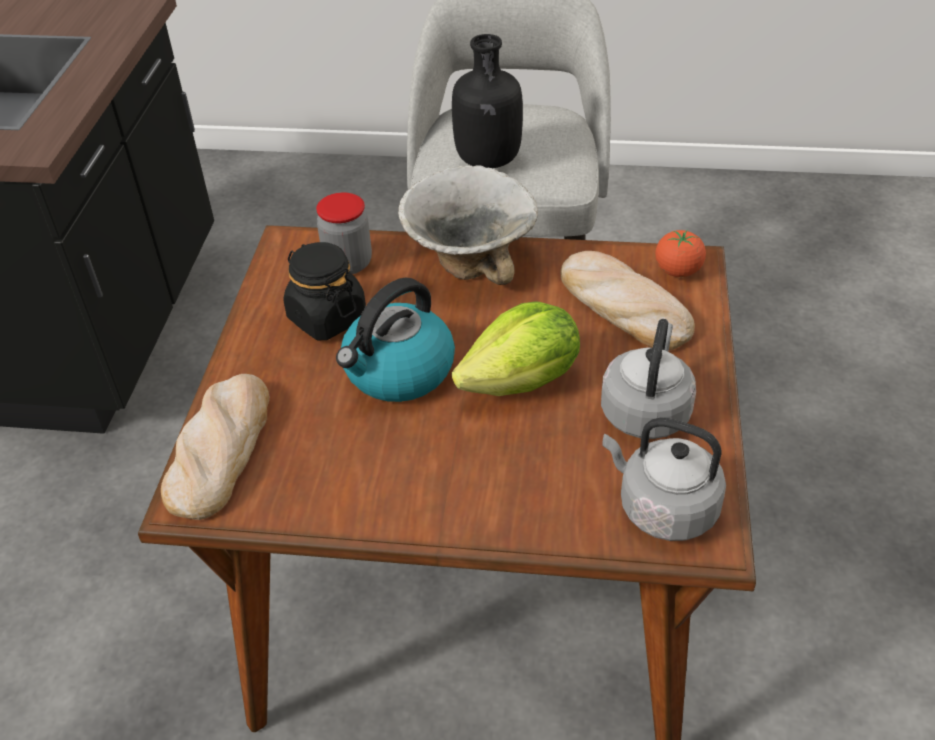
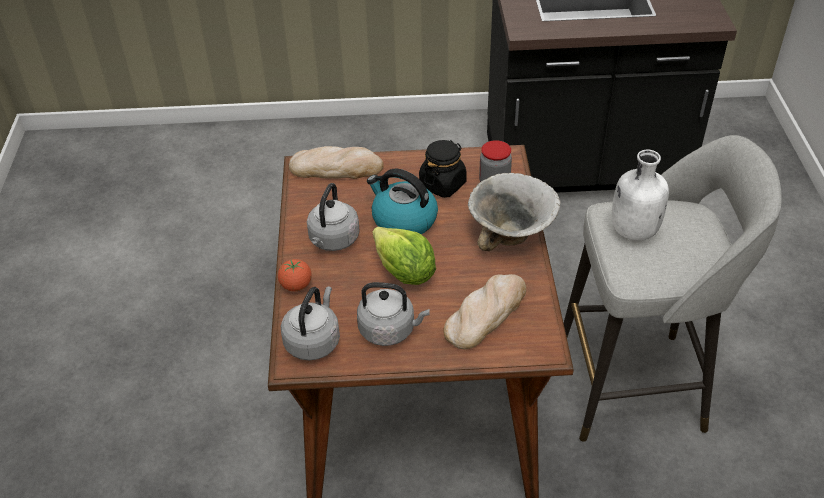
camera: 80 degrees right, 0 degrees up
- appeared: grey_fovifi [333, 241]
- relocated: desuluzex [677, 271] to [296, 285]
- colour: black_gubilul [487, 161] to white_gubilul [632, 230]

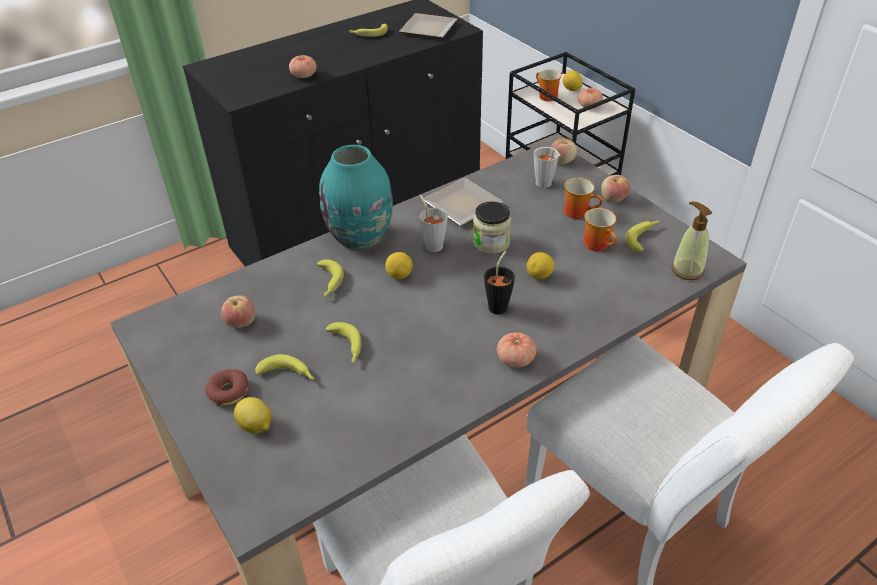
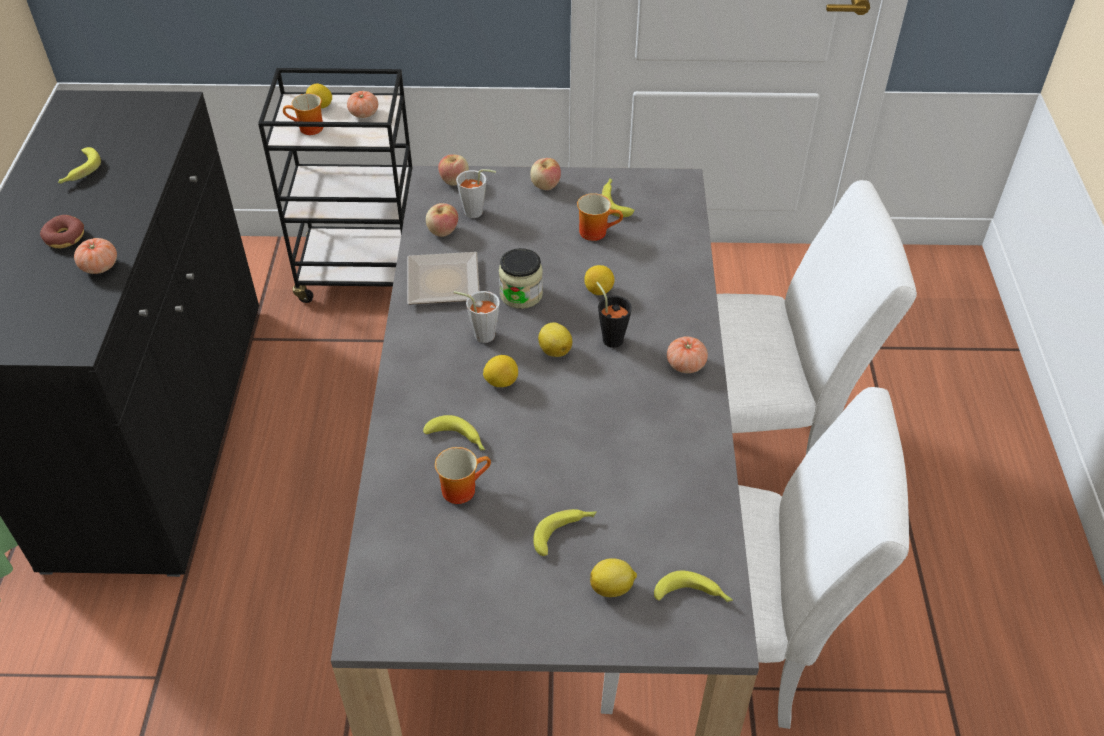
camera: 55 degrees left, 5 degrees up
- missing: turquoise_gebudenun [361, 238]
- missing: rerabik [426, 29]
- missing: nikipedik [687, 270]
- appeared: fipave [554, 350]
- relocated: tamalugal [228, 392] to [65, 237]
- relocated: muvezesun [241, 322] to [442, 231]
- relocated: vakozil [346, 347] to [693, 596]
- relocated: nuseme [579, 212] to [461, 487]

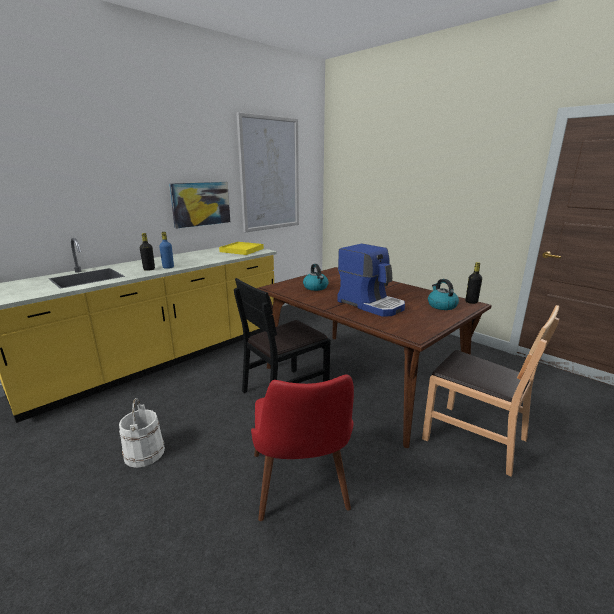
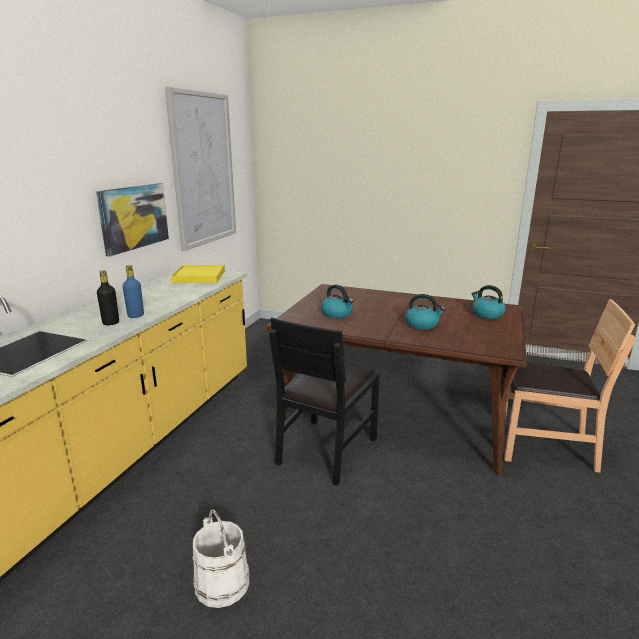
camera: 25 degrees left, 0 degrees up
- missing: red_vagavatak [302, 491]
- missing: black_gubilul [471, 302]
- exchanged: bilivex [371, 304] to fovifi [422, 324]

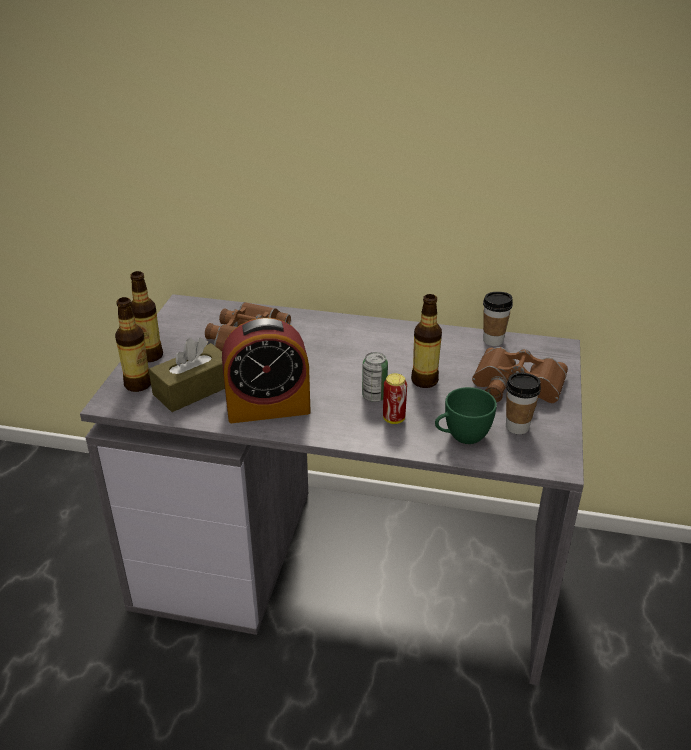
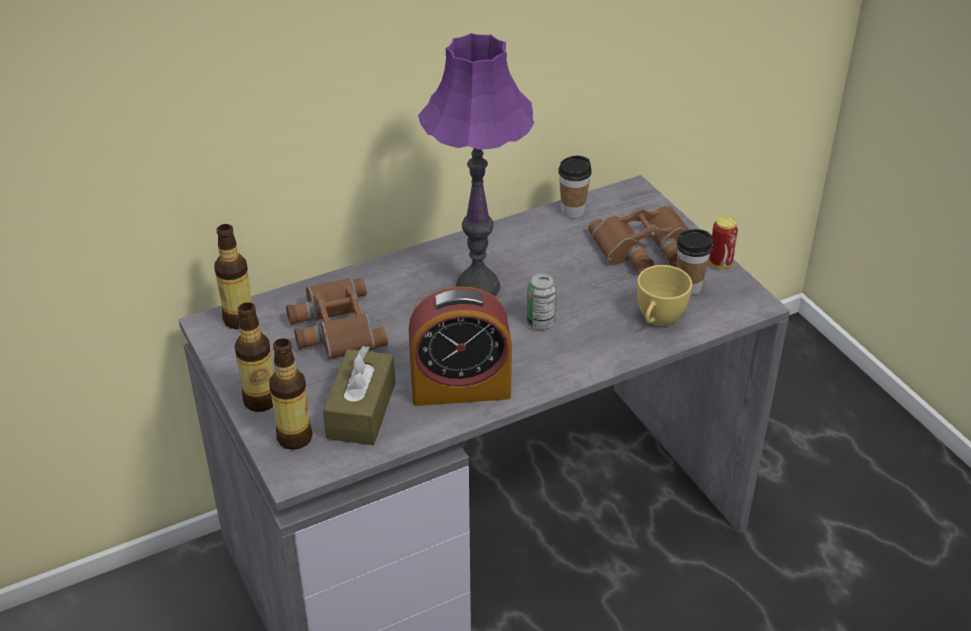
camera: 40 degrees left, 5 degrees up
- appeared: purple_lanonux [477, 287]
- relocated: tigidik [394, 419] to [720, 263]
- relocated: gubilul [424, 381] to [239, 320]
- colour: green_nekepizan [461, 437] to yellow_nekepizan [658, 320]
- spun: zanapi [268, 408] = [460, 388] 45 degrees clockwise

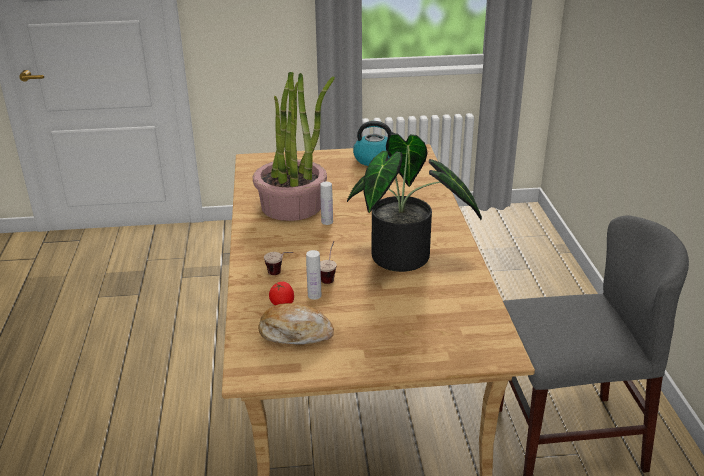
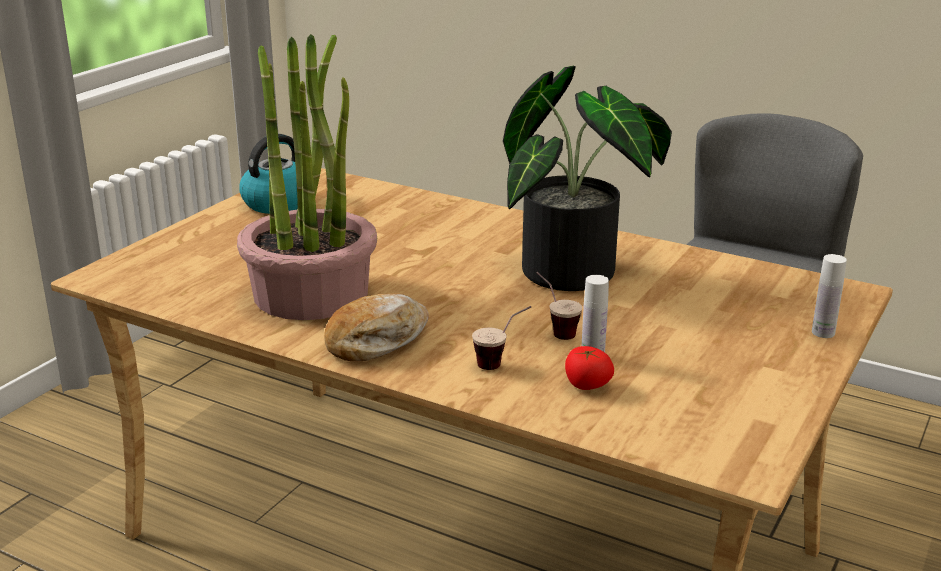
camera: 55 degrees left, 5 degrees down
- relocated: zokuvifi [295, 333] to [376, 341]
- relocated: white_gubilul [327, 222] to [823, 332]

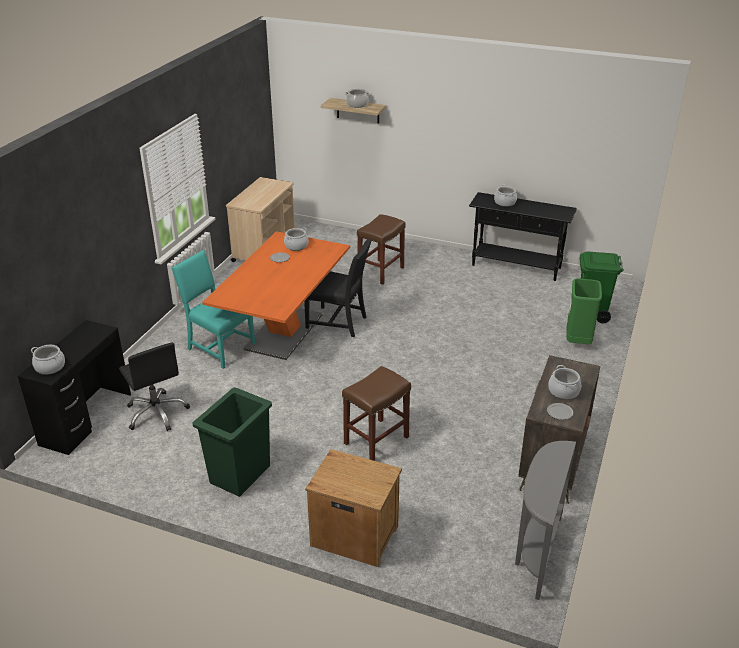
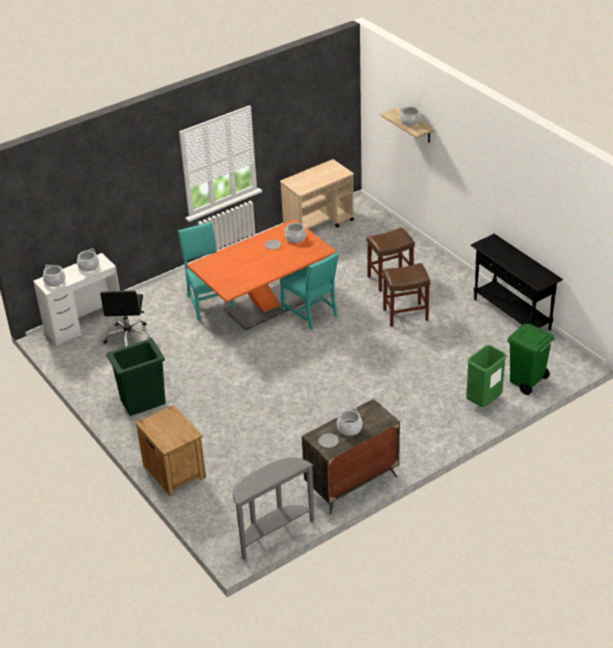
camera: 35 degrees right, 5 degrees up
- relocated: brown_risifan [376, 439] to [406, 314]
- relocated: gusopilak [504, 203] to [88, 266]
- colour: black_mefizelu [86, 419] to white_mefizelu [84, 324]
- colour: black_vagavatak [338, 323] to turquoise_vagavatak [312, 313]

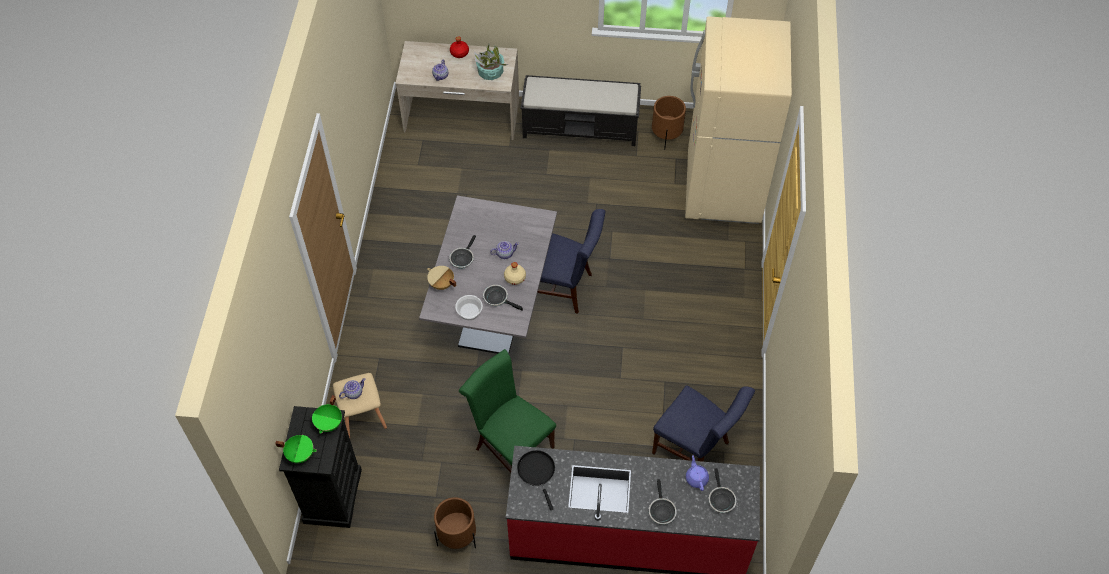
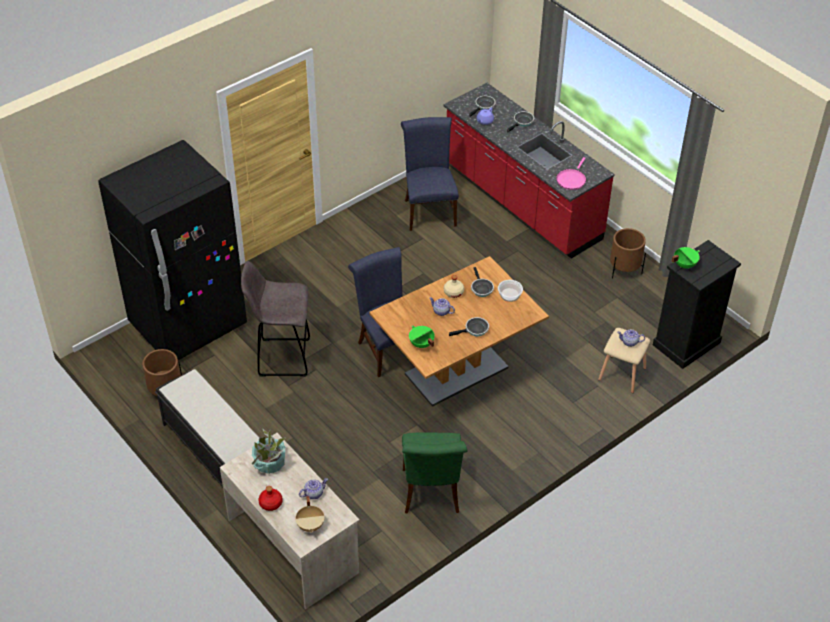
camera: 135 degrees left, 10 degrees down
- appeared: grey_risifan [282, 357]
- relocated: green_gusopilak [300, 454] to [421, 344]
- relocated: beige_gusopilak [441, 284] to [311, 525]
- relocated: green_vagavatak [510, 445] to [431, 494]
- colour: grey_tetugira [493, 311] to brown_tetugira [456, 371]
- colour: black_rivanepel [537, 472] to pink_rivanepel [571, 179]
- colour: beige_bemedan [723, 188] to black_bemedan [188, 325]

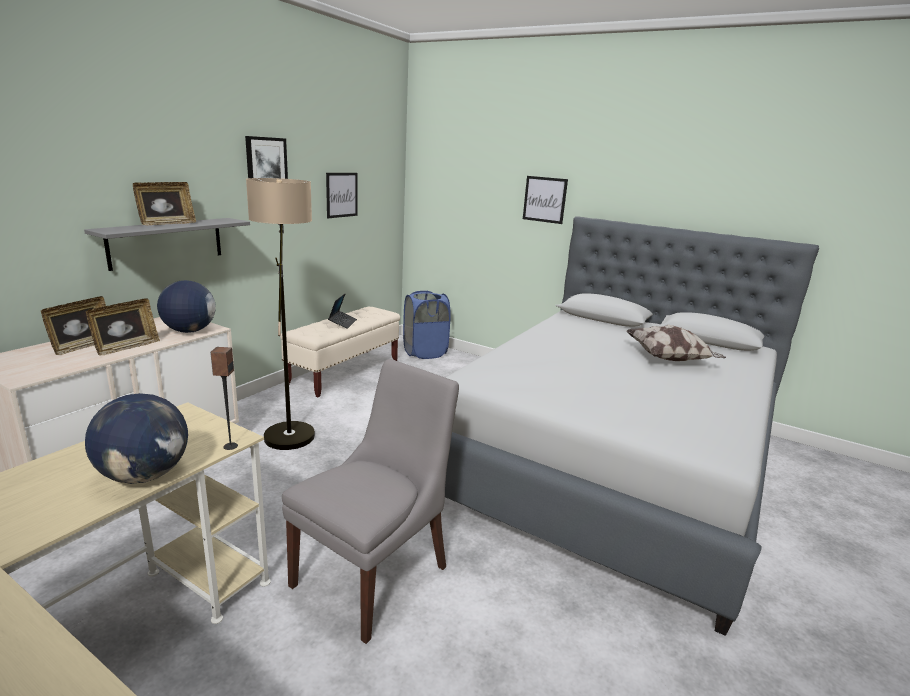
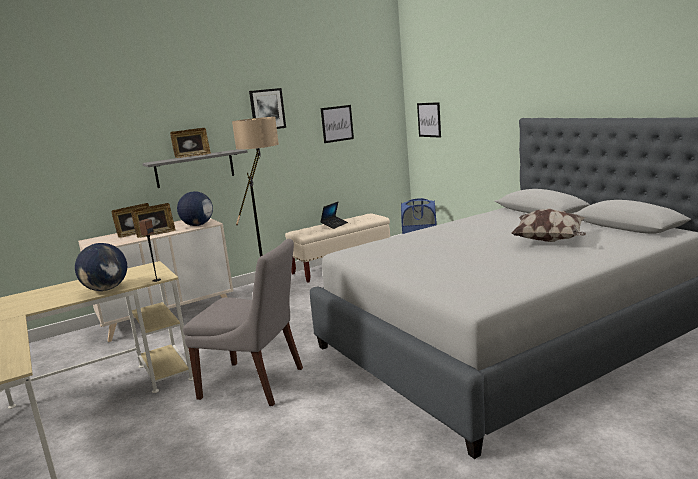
camera: 30 degrees right, 5 degrees down
- relocated: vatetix [544, 199] to [429, 119]
- spun: grey_vagavatak [374, 573] = [255, 383] 45 degrees clockwise

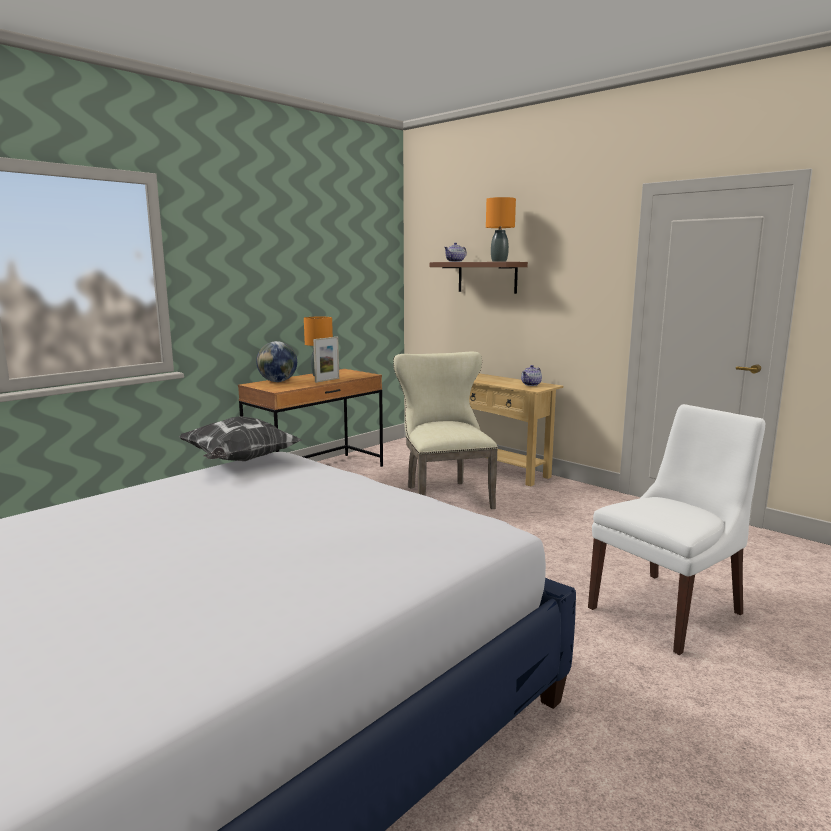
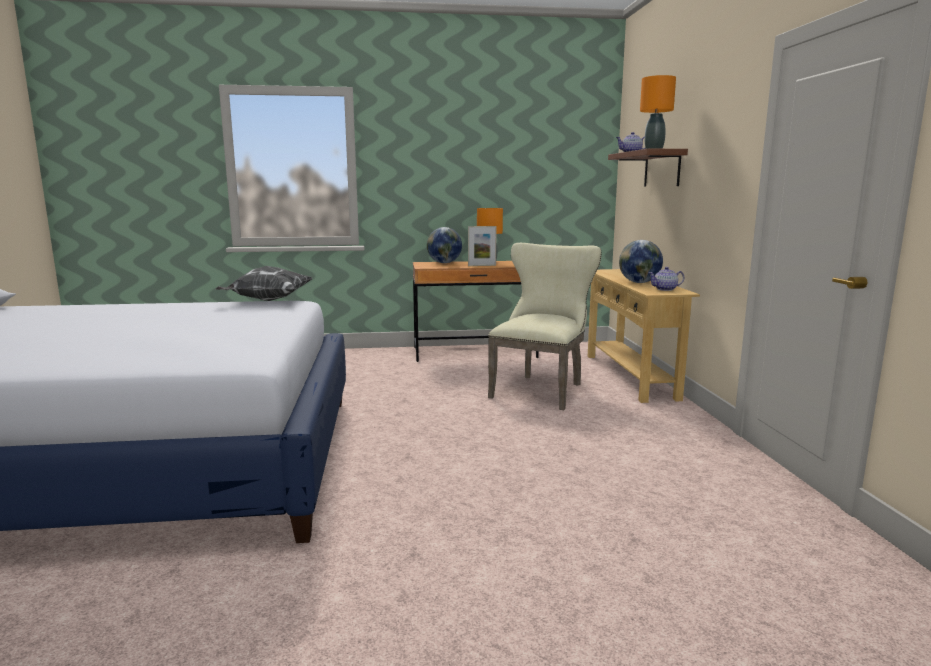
camera: 40 degrees right, 0 degrees up
- missing: white_vagavatak [668, 609]
- appeared: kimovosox [639, 282]

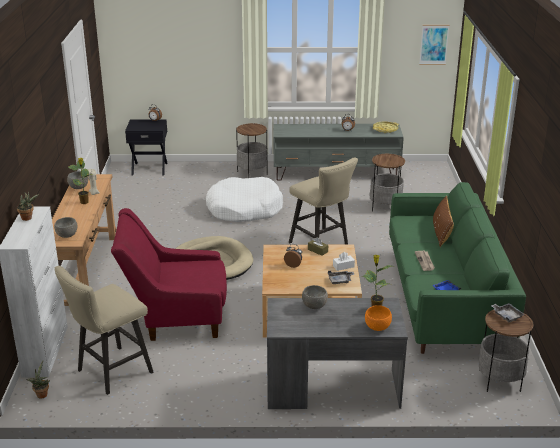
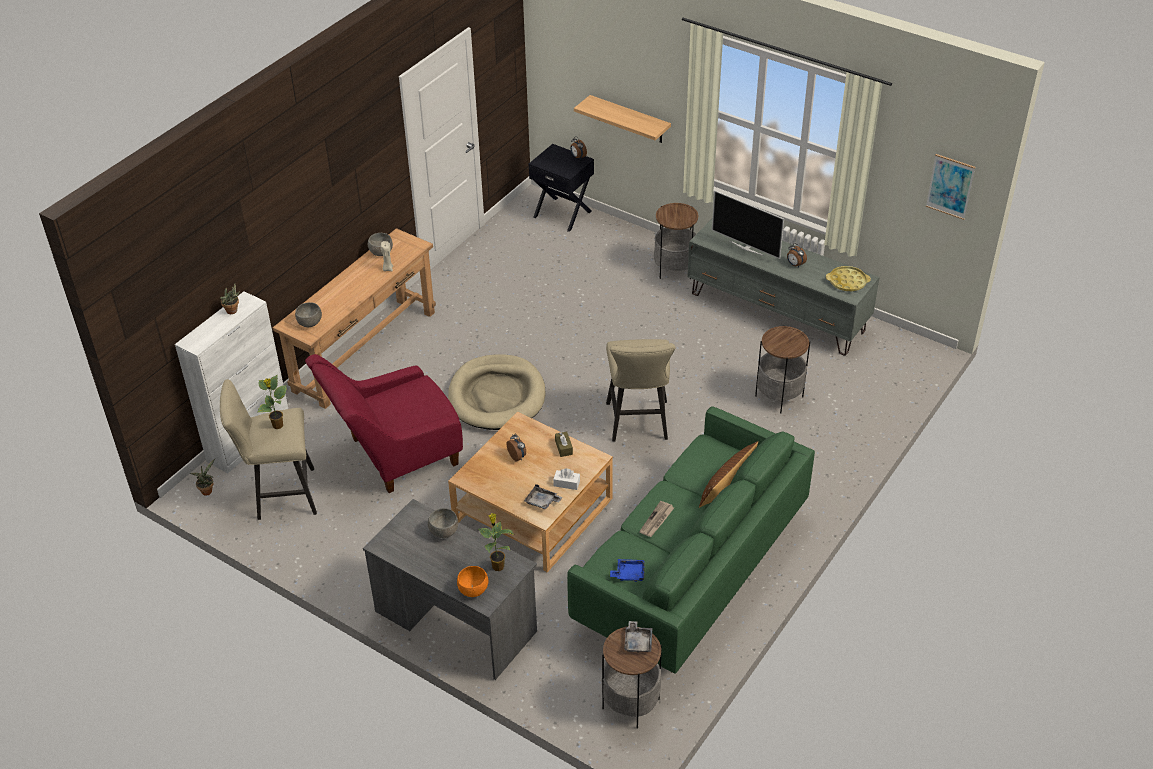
camera: 35 degrees right, 15 degrees up
- missing: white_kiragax [244, 209]
- appeared: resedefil [629, 119]
- appeared: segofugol [747, 248]
- relocated: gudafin [84, 202] to [278, 426]
- spun: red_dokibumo [175, 317] = [394, 455] 60 degrees counterclockwise

